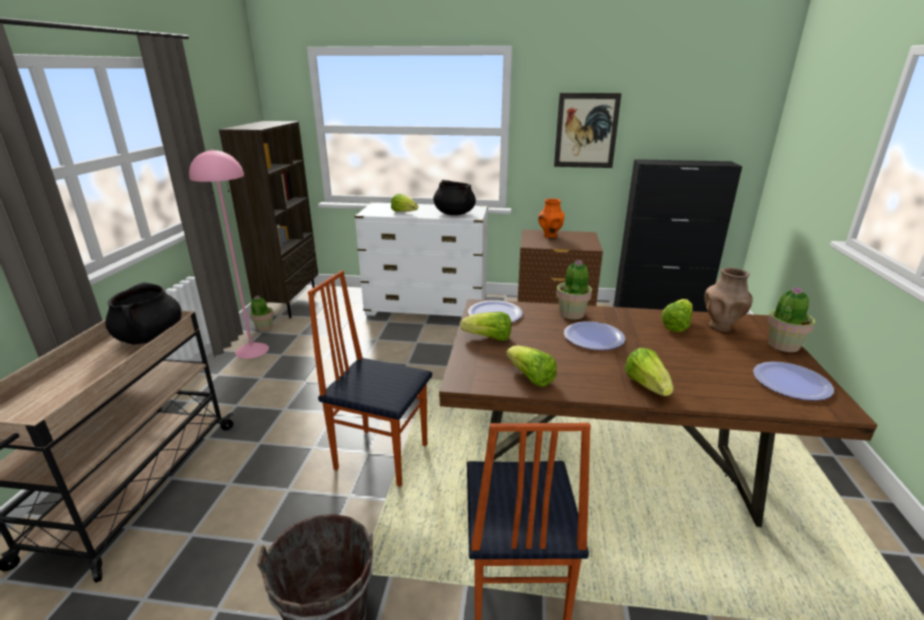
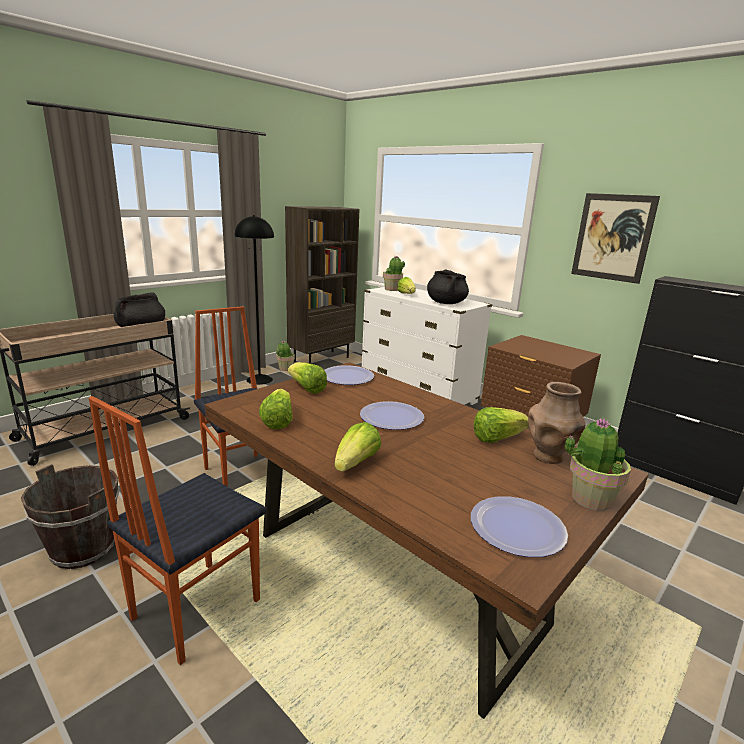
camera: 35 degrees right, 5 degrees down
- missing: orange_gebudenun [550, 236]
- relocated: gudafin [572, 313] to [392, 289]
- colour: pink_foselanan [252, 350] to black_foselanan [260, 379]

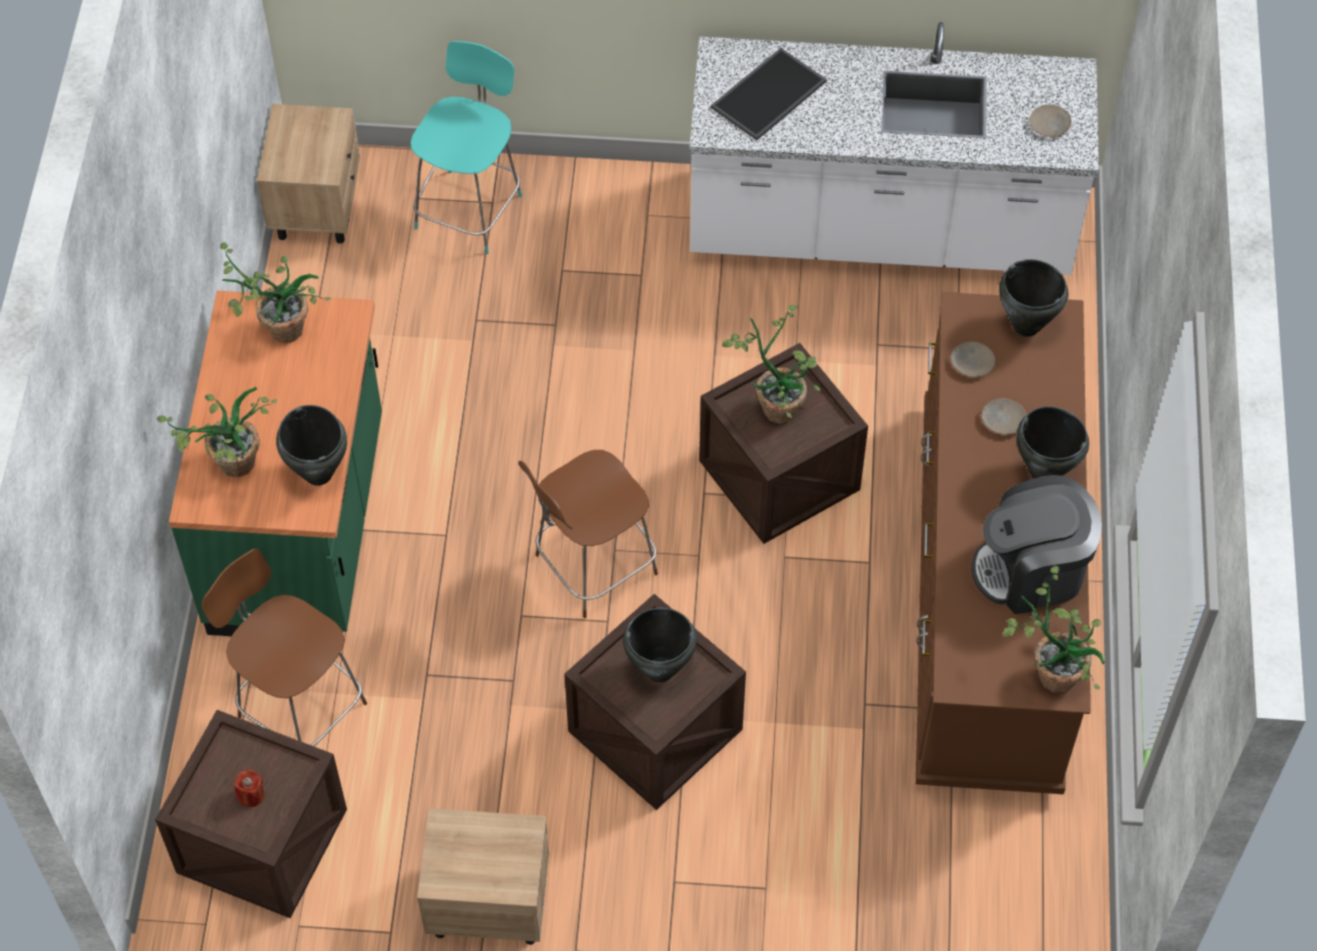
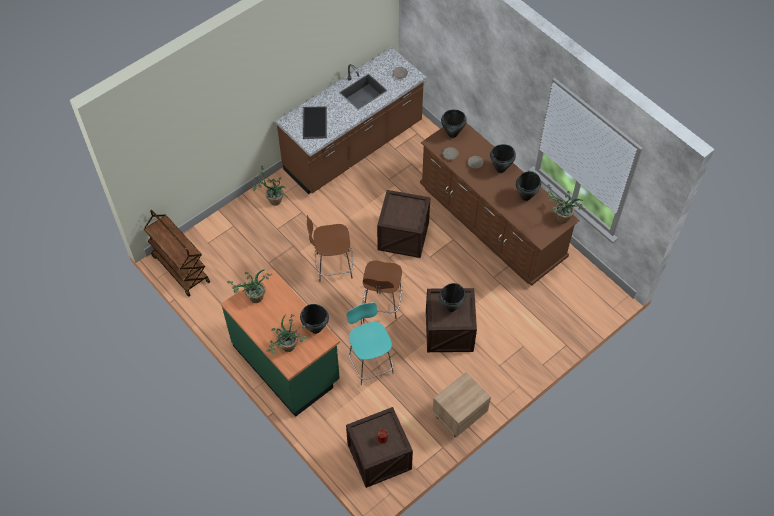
camera: 45 degrees left, 0 degrees up
- relocated: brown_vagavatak [299, 707] to [332, 266]
- relocated: turquoise_vagavatak [470, 208] to [370, 363]
- relocated: gudafin [777, 402] to [272, 199]
- exchanged: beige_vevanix [317, 207] to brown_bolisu [180, 269]
- exchanged: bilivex [1031, 571] to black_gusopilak [526, 196]
- colour: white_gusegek [880, 231] to brown_gusegek [354, 147]

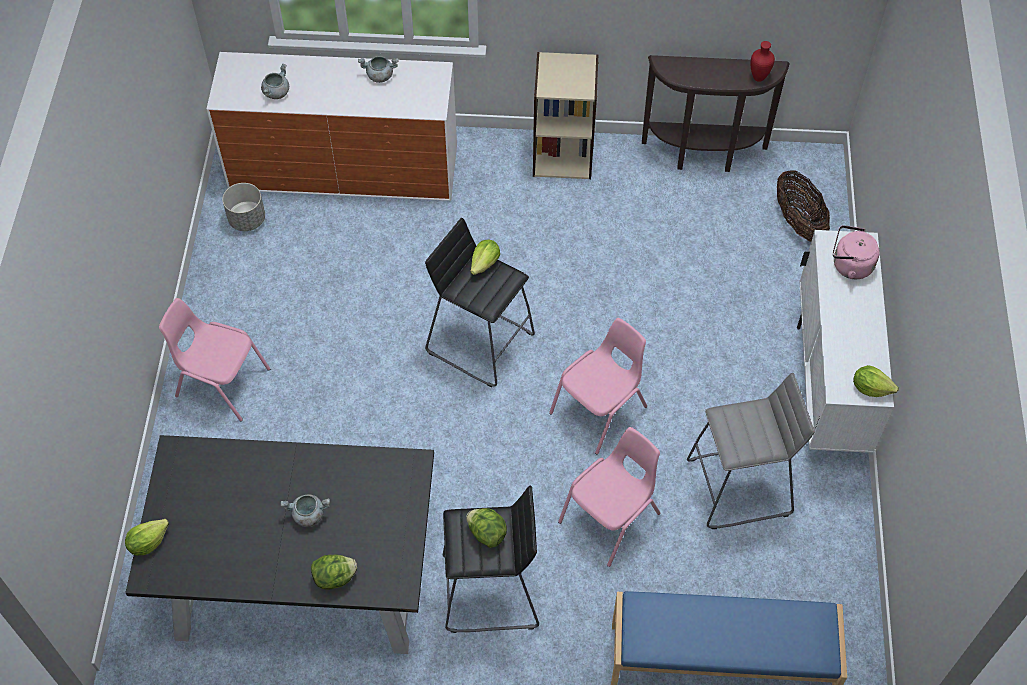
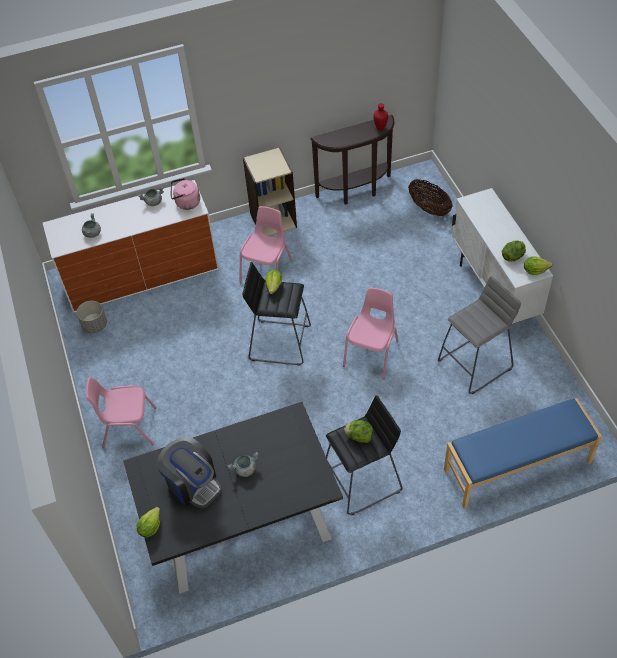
camera: 20 degrees left, 5 degrees down
- appeared: bilivex [193, 484]
- relocated: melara [335, 577] to [513, 256]
- relocated: pink_vagavatak [611, 518] to [267, 270]
- relocated: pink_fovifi [849, 265] to [186, 203]

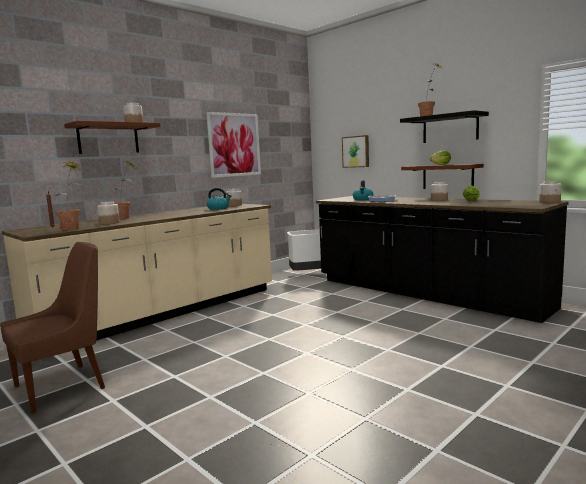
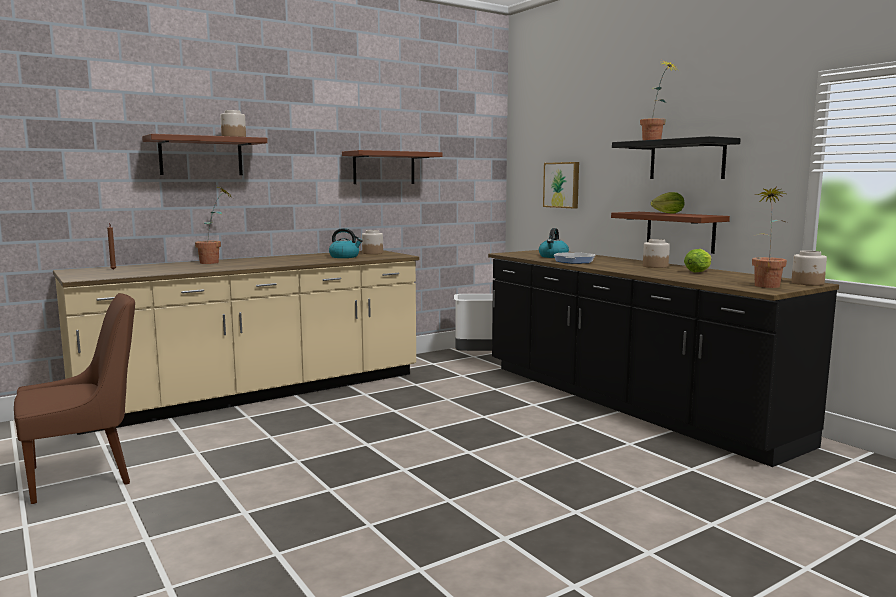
camera: 10 degrees right, 0 degrees up
- missing: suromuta [109, 223]
- relocated: gudafin [73, 228] to [766, 285]
- exchanged: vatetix [234, 145] to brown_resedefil [384, 168]

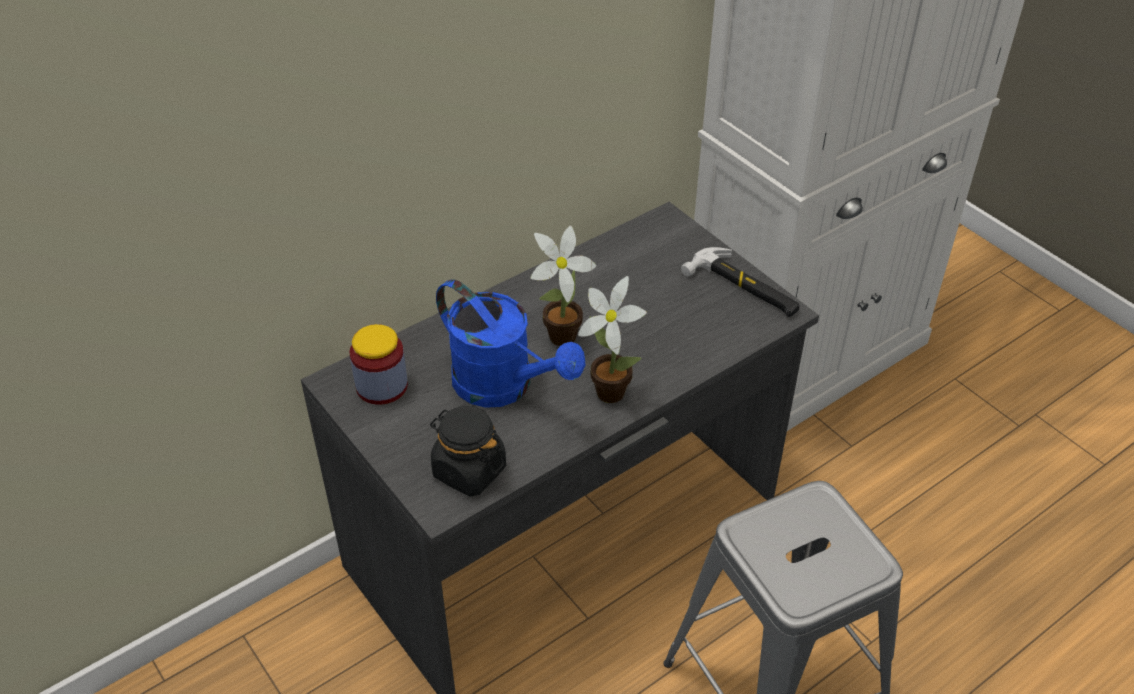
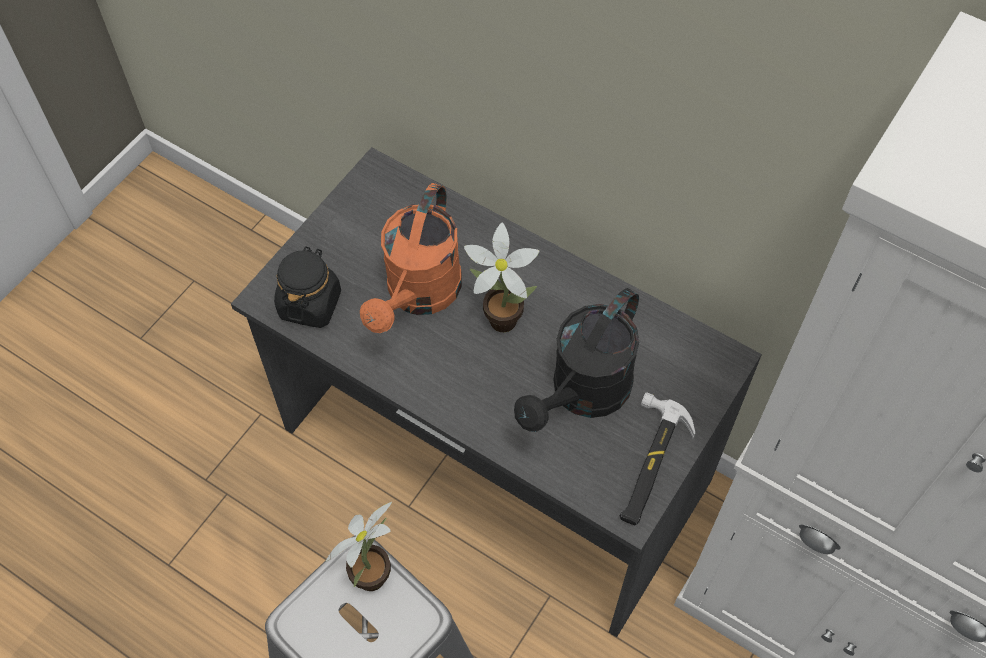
camera: 70 degrees right, 15 degrees up
- missing: suromuta [382, 386]
- appeared: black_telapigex [583, 394]
- relocated: gudafin [608, 389] to [375, 573]
- colour: blue_telapigex [504, 386] to orange_telapigex [419, 295]

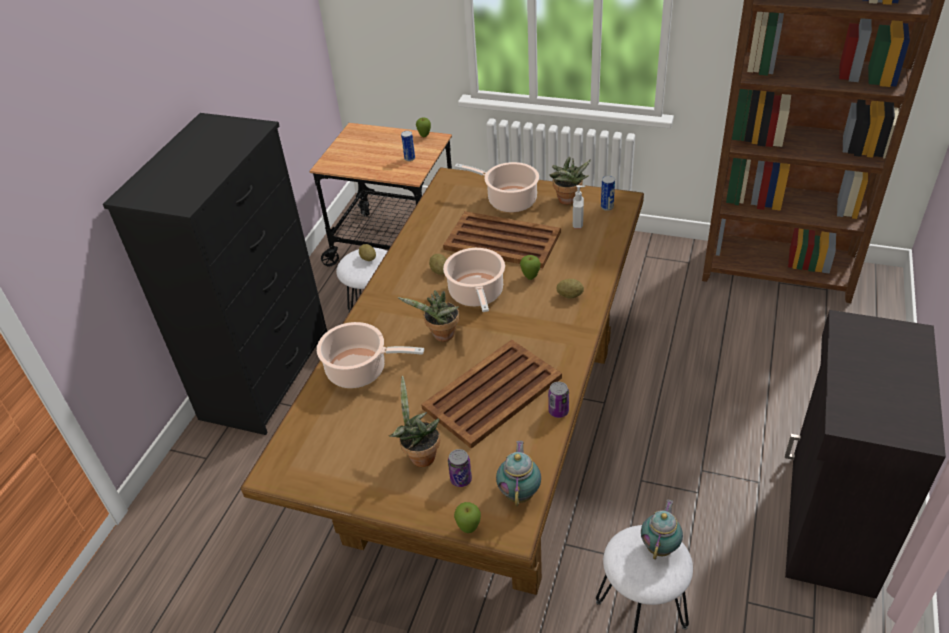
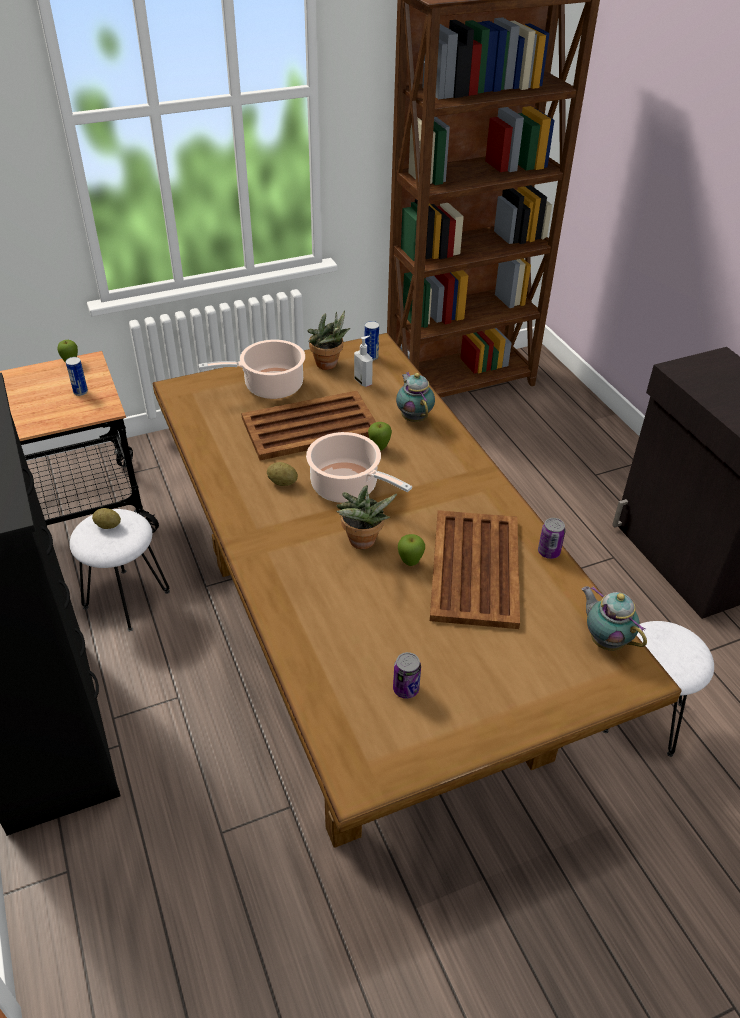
camera: 45 degrees left, 0 degrees up
- missing: gusopilak [360, 370]
- missing: gudafin [420, 455]
- missing: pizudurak [570, 295]
- relocated: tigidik [461, 479] to [406, 689]
- relocated: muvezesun [469, 529] to [410, 563]
- relocated: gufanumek [660, 546] to [414, 417]

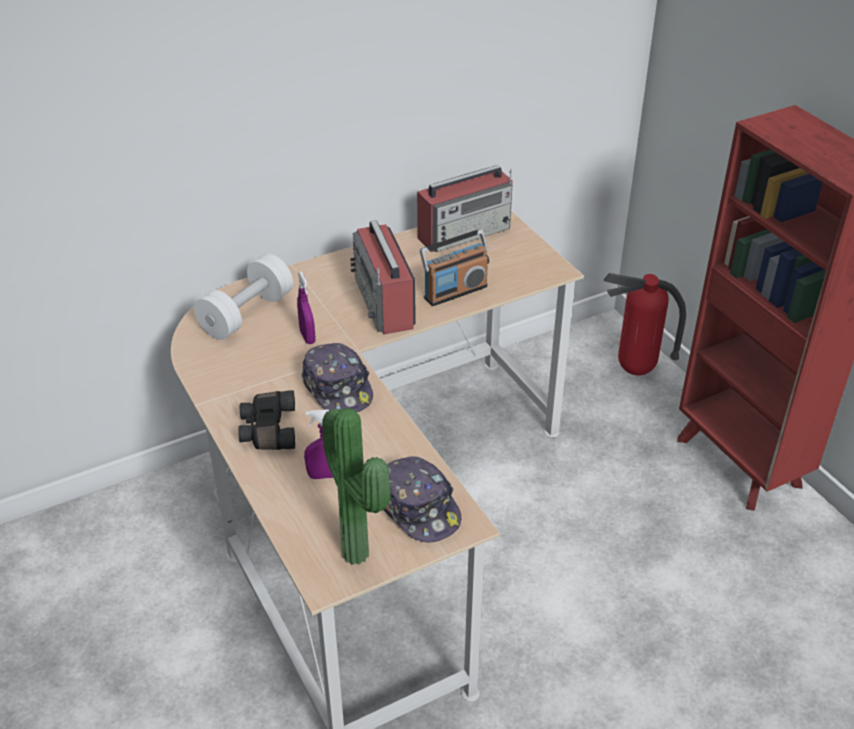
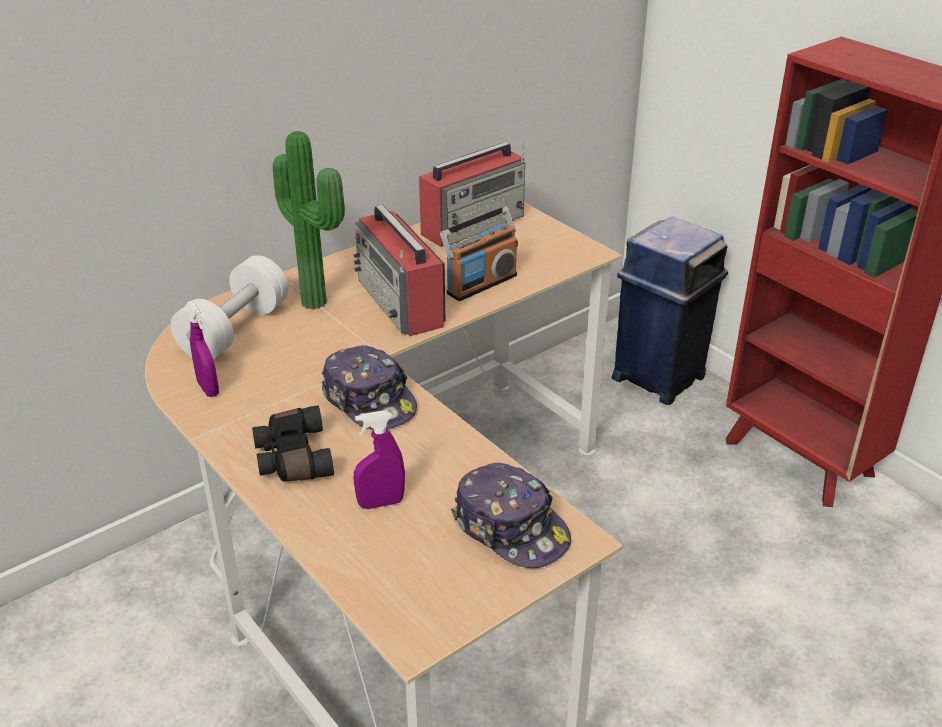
camera: 10 degrees left, 5 degrees down
- relocated: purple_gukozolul [307, 337] to [208, 388]
- relocated: gudafin [360, 552] to [318, 300]
- exchanged: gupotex [635, 371] to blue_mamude [659, 376]

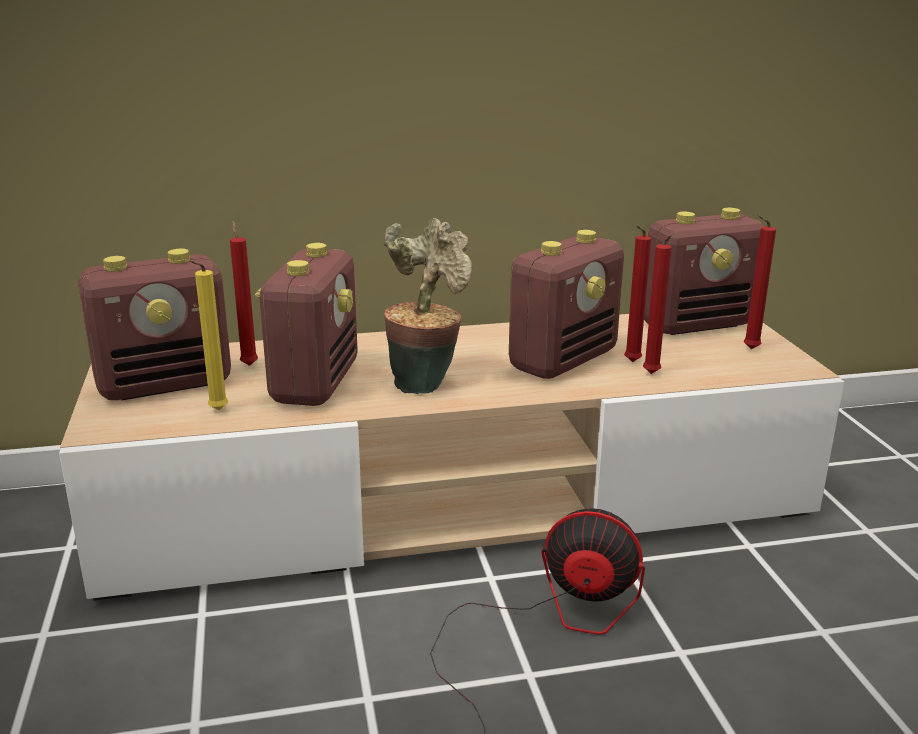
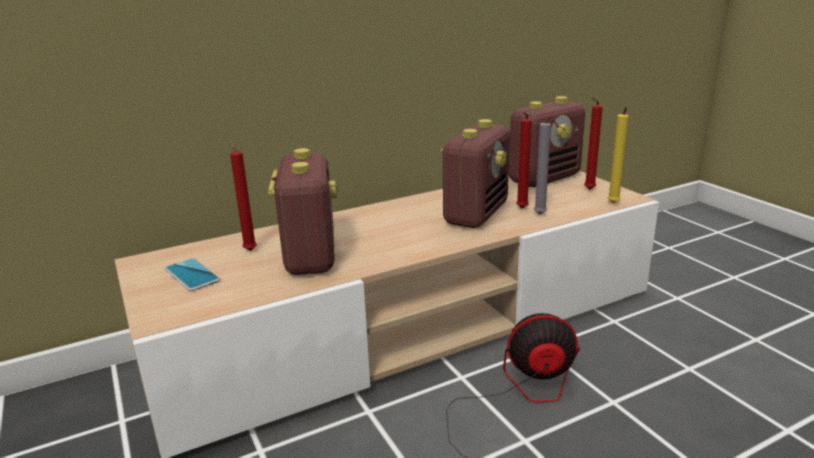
camera: 15 degrees left, 0 degrees up
- missing: gudafin [426, 381]
- relocated: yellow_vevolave [216, 411] to [613, 204]
- exchanged: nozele [166, 384] to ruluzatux [192, 275]
- colour: red_vevolave [652, 375] to grey_vevolave [541, 215]

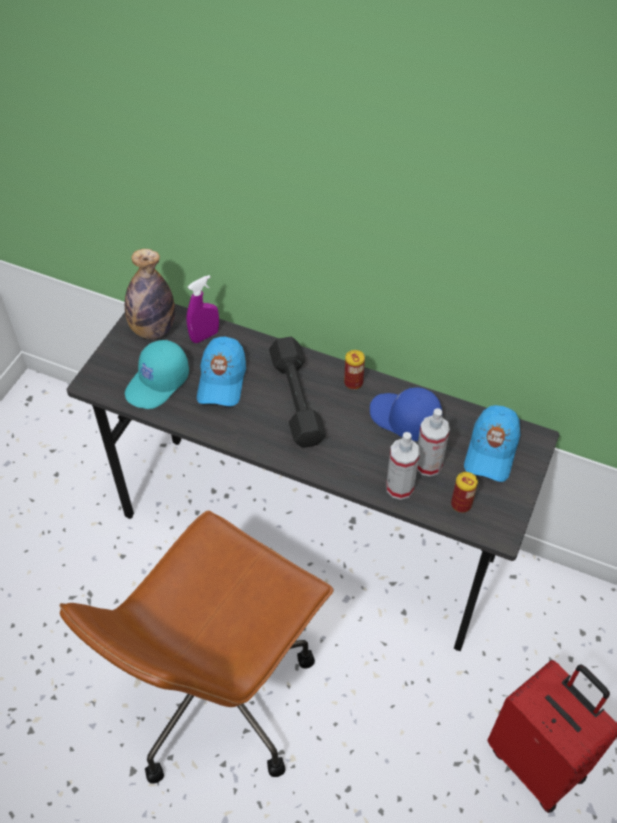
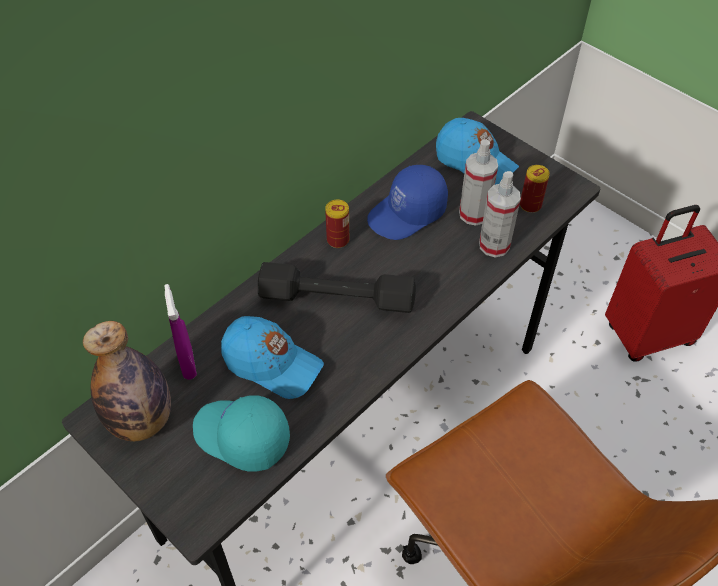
camera: 70 degrees left, 0 degrees up
- spun: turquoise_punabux [158, 383] = [241, 437] 150 degrees clockwise

